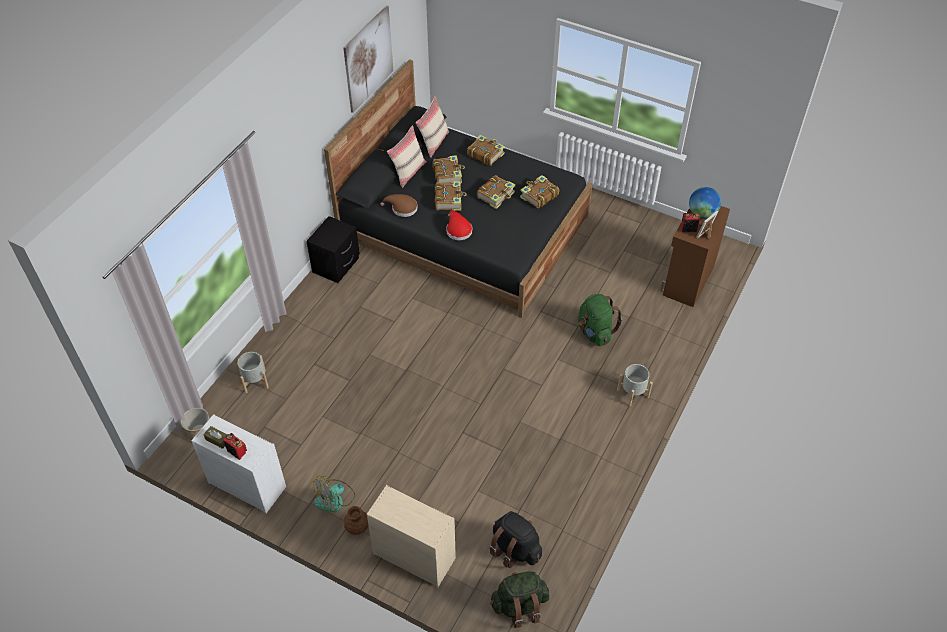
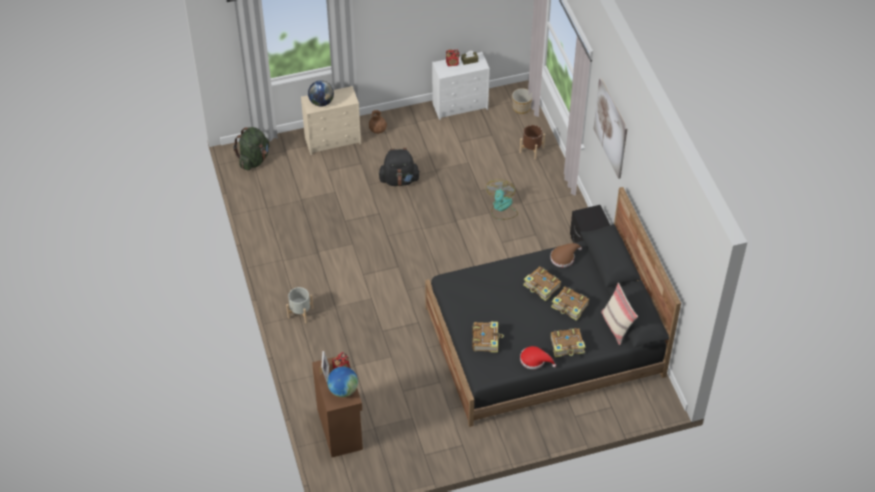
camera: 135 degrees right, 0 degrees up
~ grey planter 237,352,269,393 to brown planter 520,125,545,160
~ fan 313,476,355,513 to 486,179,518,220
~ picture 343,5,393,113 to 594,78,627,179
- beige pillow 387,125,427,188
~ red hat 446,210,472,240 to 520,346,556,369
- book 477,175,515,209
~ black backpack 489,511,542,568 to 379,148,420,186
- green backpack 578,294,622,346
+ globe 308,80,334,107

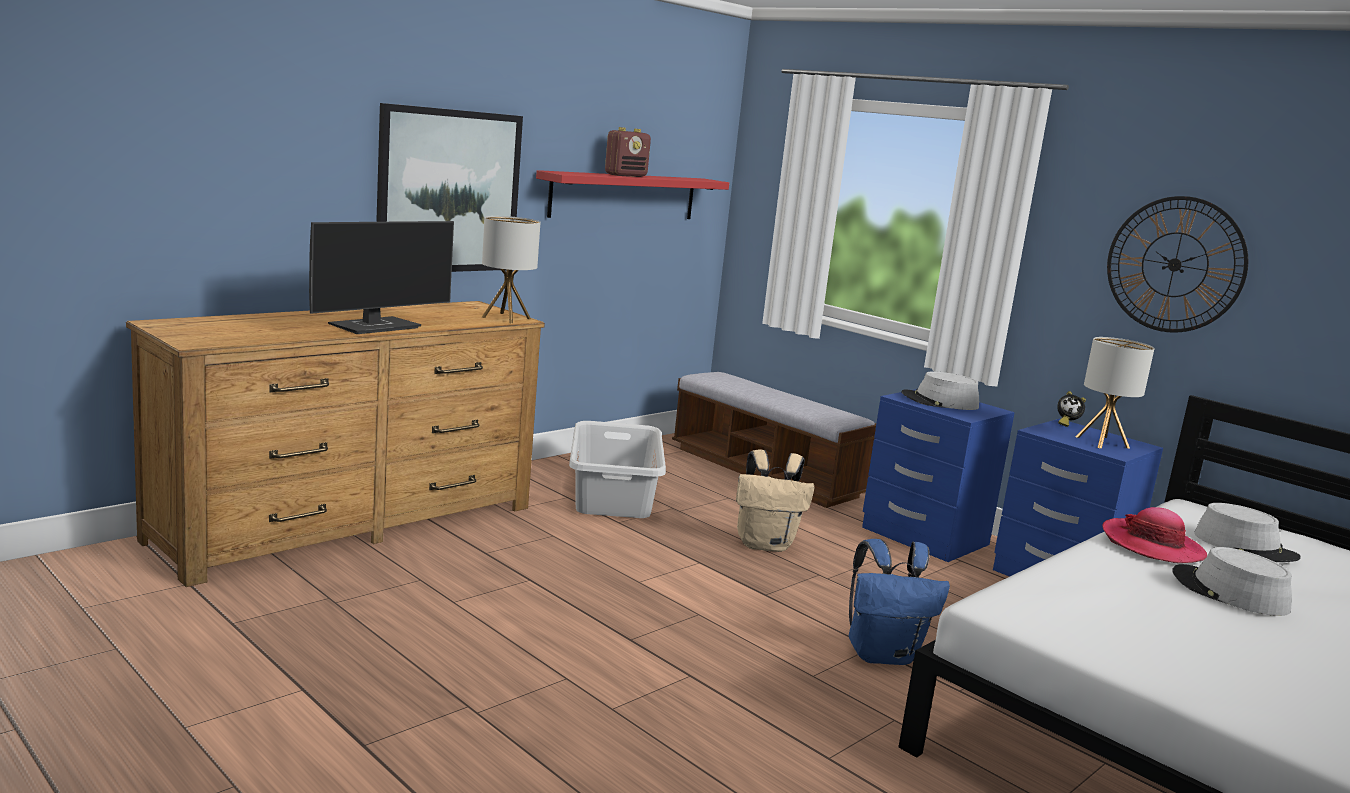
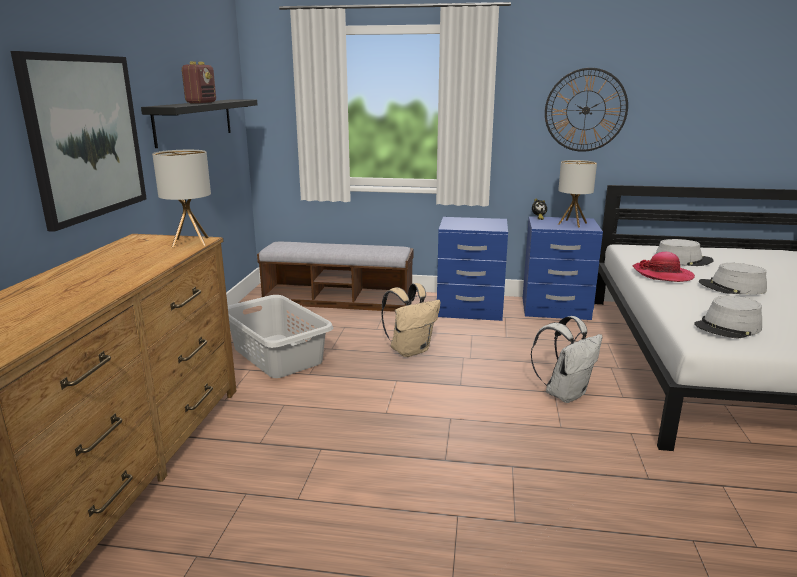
camera: 35 degrees left, 5 degrees up
- monitor 309,221,454,334
~ red shelf 536,170,729,219 to black shelf 141,99,257,148
~ blue backpack 849,539,950,665 to white backpack 531,316,603,403
~ grey hat 901,371,979,410 to 694,296,762,339

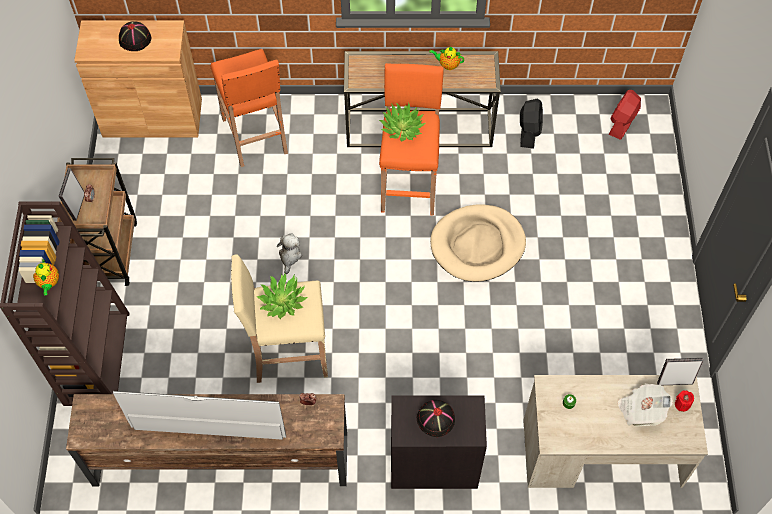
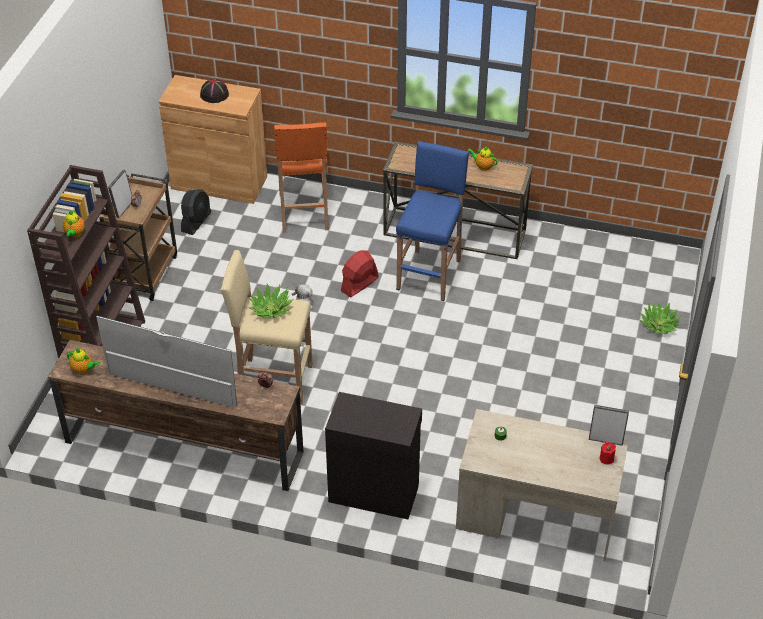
camera: 15 degrees right, 15 degrees down
~ orange stool 379,63,444,216 to blue stool 396,141,469,301
~ potted plant 379,103,426,142 to 640,302,681,334
- black hat 417,400,455,437
- beige dog bed 430,204,526,282
~ black fan 520,99,543,149 to 181,189,211,235
~ red fan 608,90,641,140 to 341,250,379,297
- newspaper 618,384,673,426
+ teapot 67,349,101,374

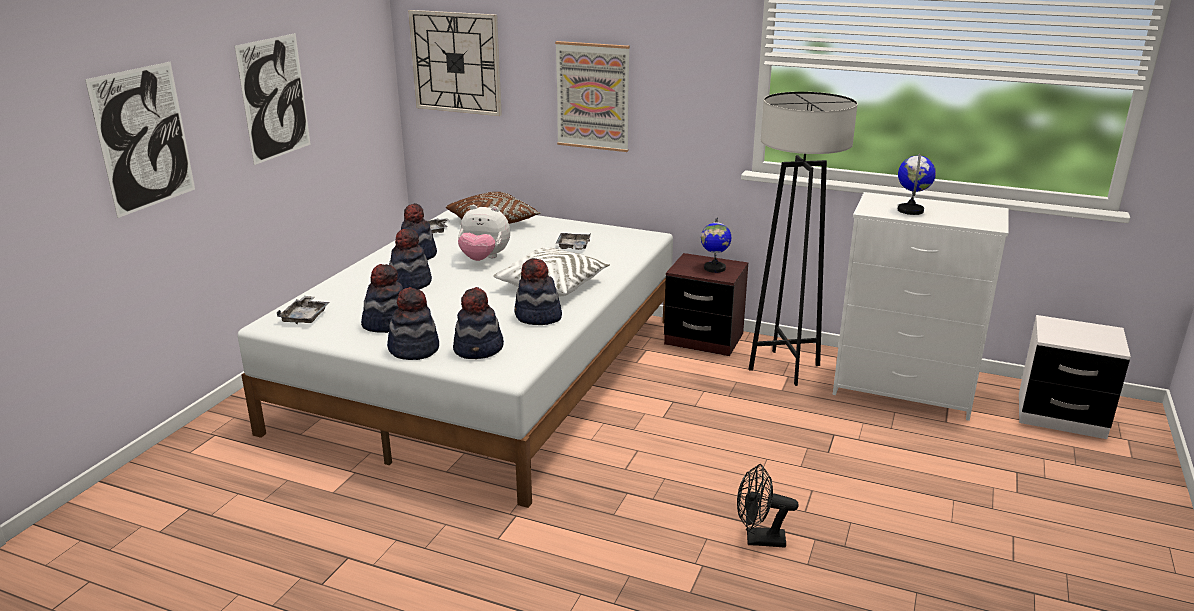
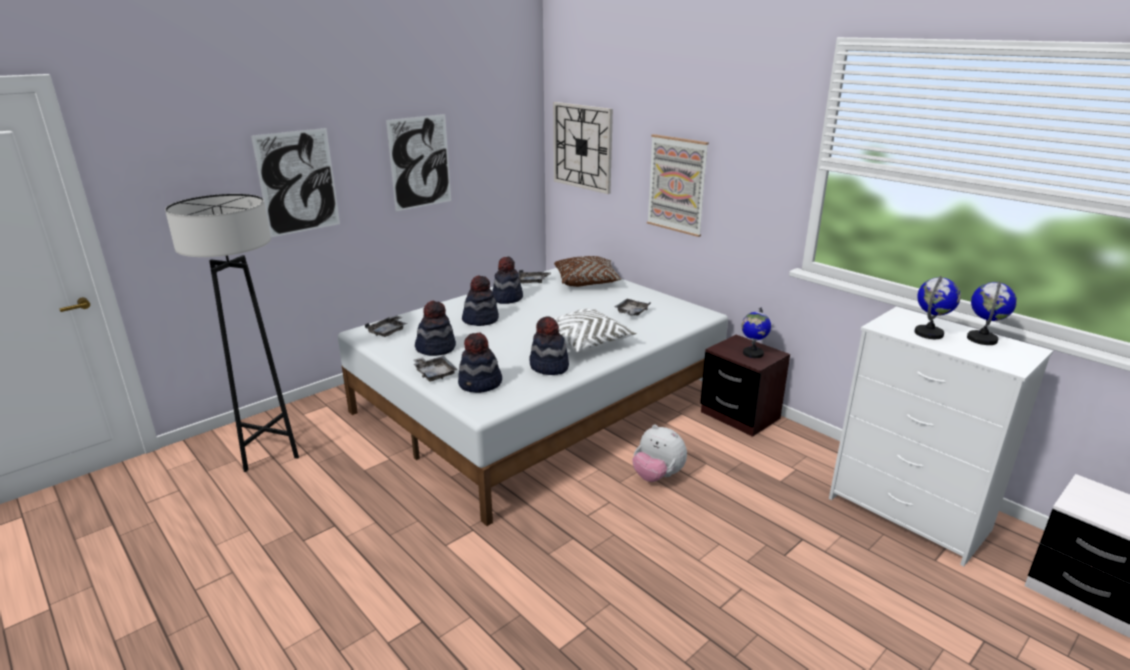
camera: 25 degrees right, 0 degrees up
~ hat 387,287,439,360 to grey tray 413,356,457,382
~ plush toy 458,205,510,261 to 632,425,687,482
- black fan 737,464,799,548
~ grey floor lamp 748,92,858,386 to 165,194,299,472
+ globe 967,281,1017,345

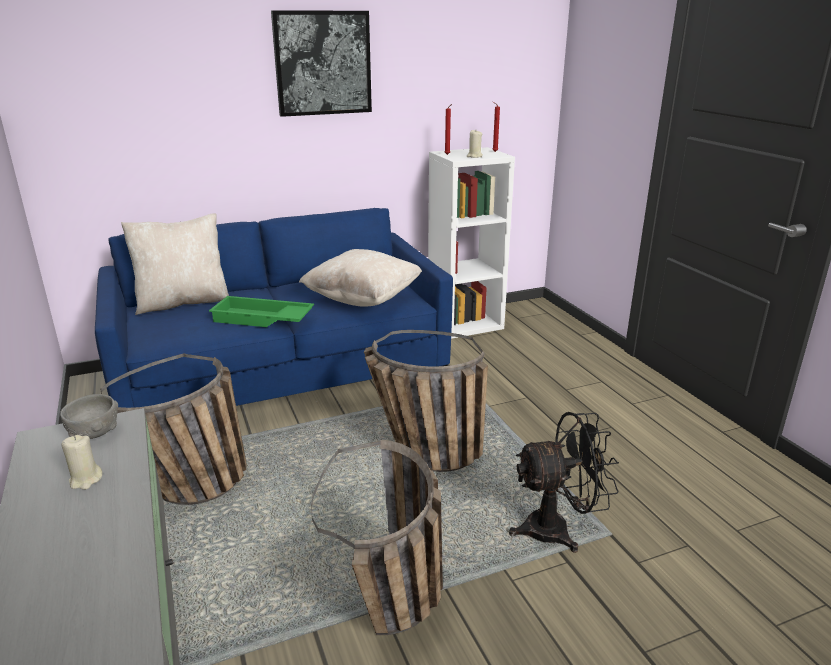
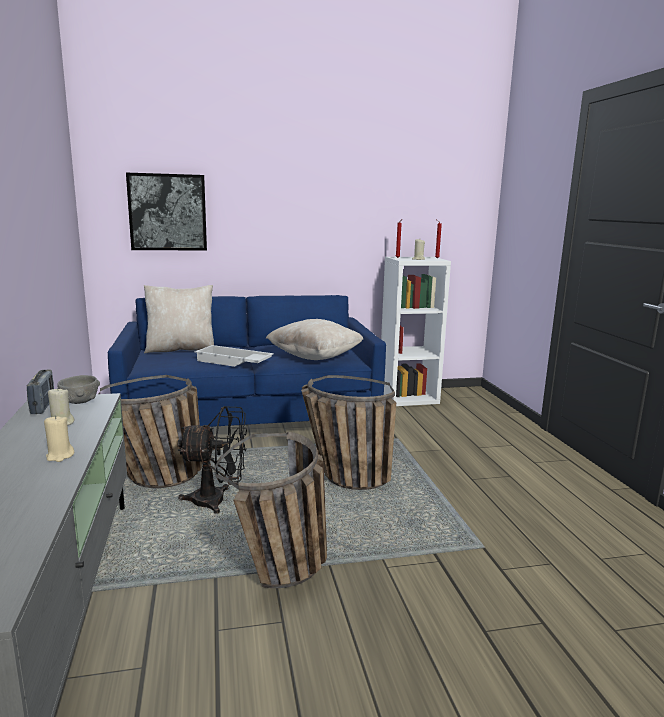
camera: 10 degrees right, 10 degrees down
~ green tray 209,296,314,327 to white tray 195,345,274,367
~ picture 271,10,372,117 to 126,173,207,251
~ black fan 509,412,619,553 to 177,406,247,514
+ radio 27,370,54,414
+ beige candle 44,415,75,462

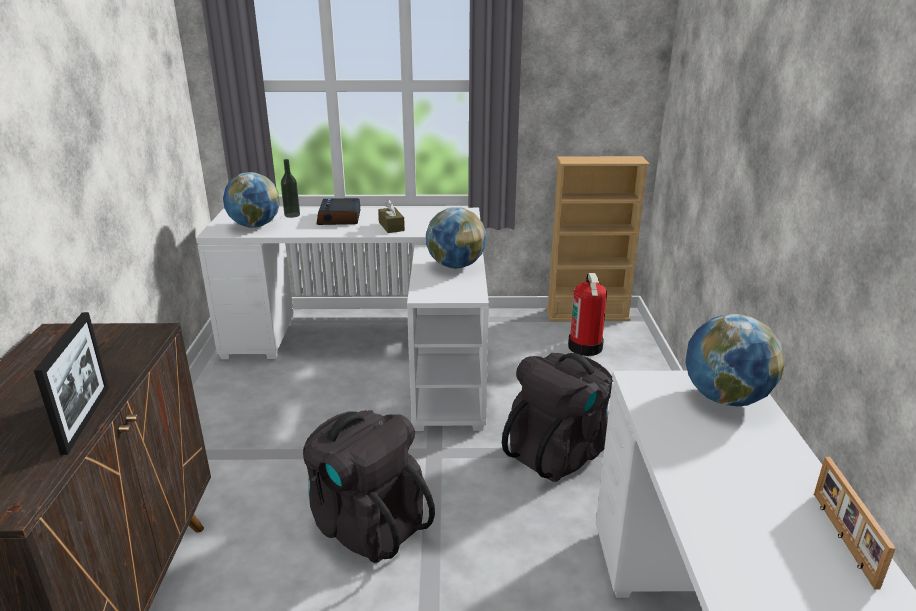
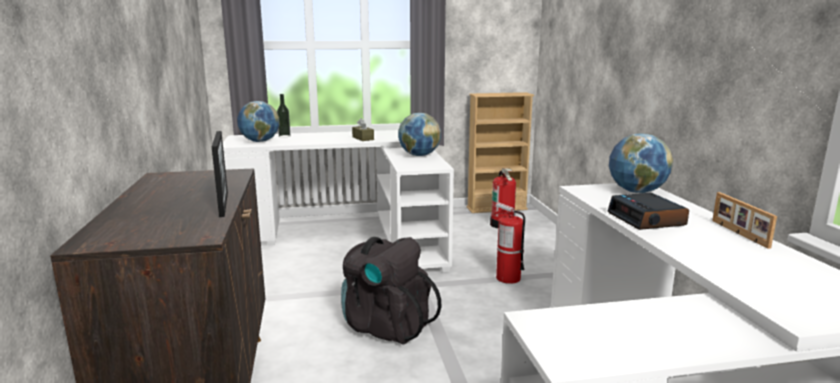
camera: 10 degrees left, 10 degrees down
~ alarm clock 317,198,360,225 to 608,193,689,230
~ black backpack 502,353,613,482 to fire extinguisher 494,202,525,284

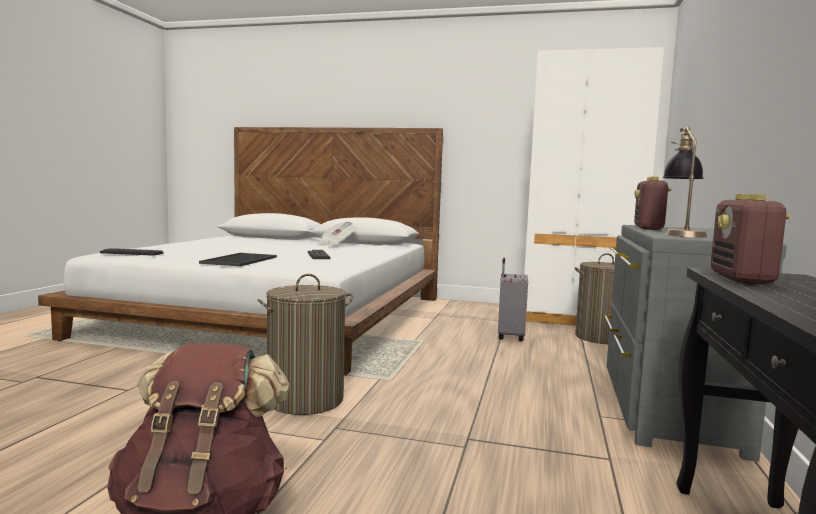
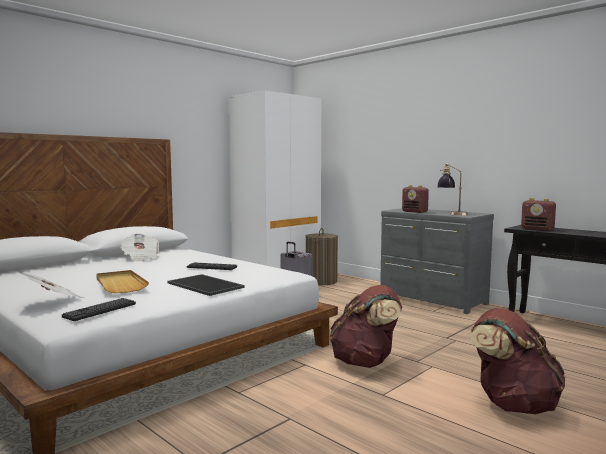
camera: 60 degrees left, 0 degrees up
~ laundry basket 257,274,353,415 to brown backpack 330,285,402,368
+ newspaper 17,272,84,298
+ beige tray 96,270,149,293

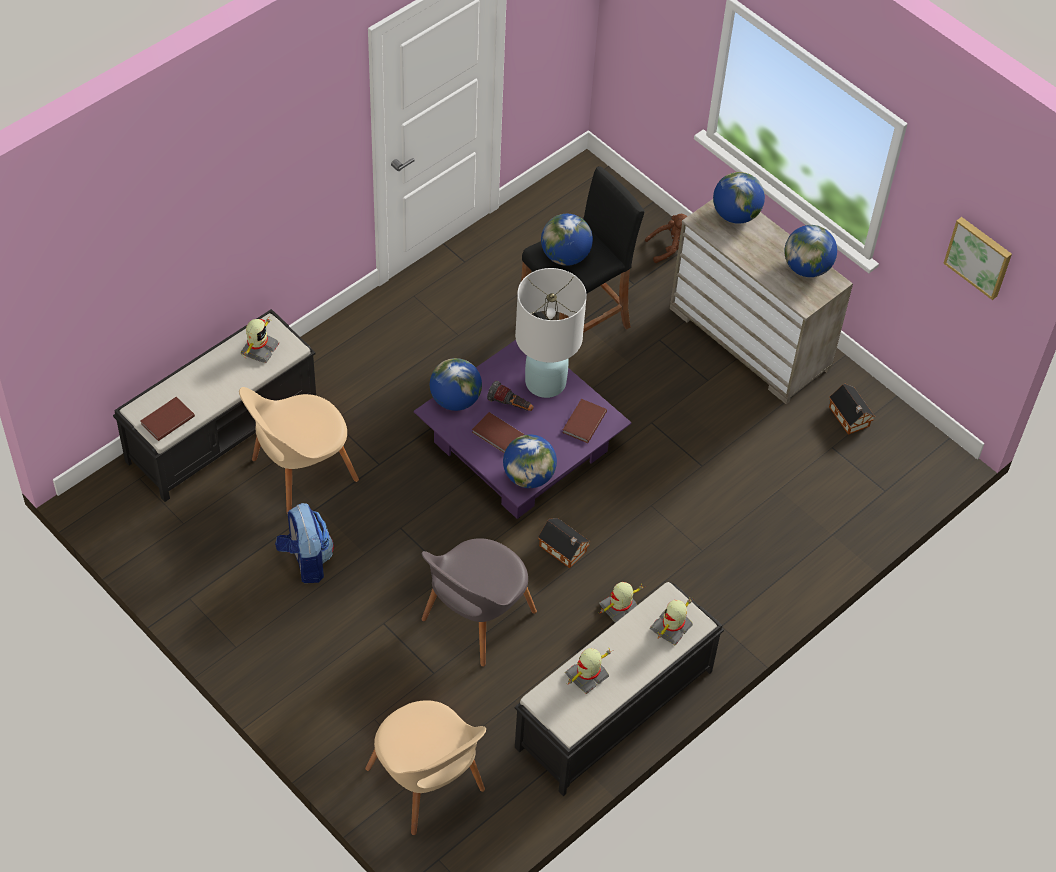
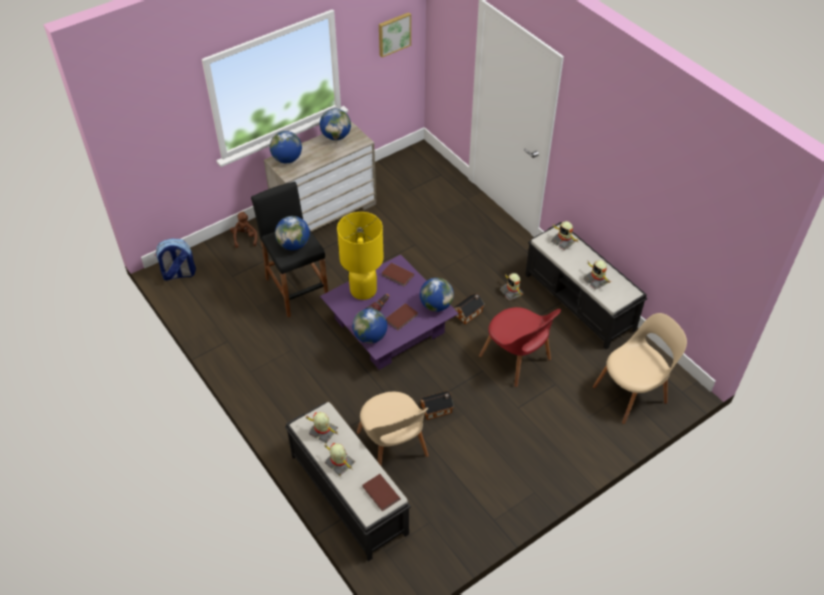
camera: 80 degrees left, 5 degrees down
~ backpack 275,503,334,583 to 155,239,196,280
~ grey chair 421,538,537,667 to red chair 479,307,561,387
~ white table lamp 515,268,587,398 to yellow table lamp 337,212,384,300
~ toy house 829,384,875,435 to 420,391,454,420
+ toy robot 323,443,355,476

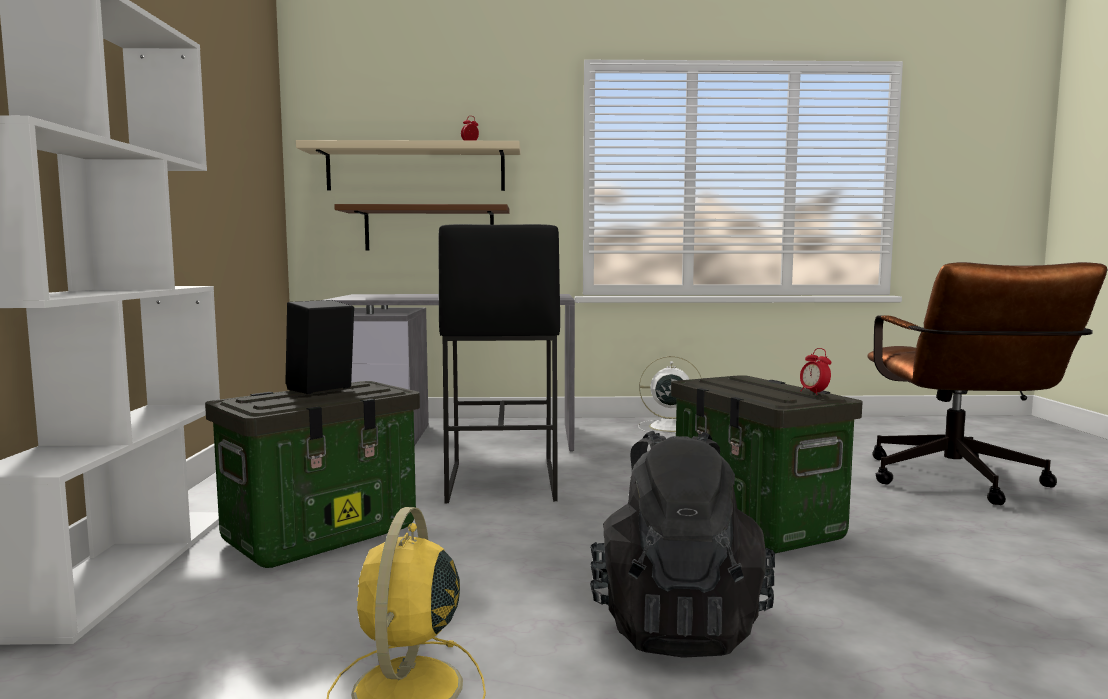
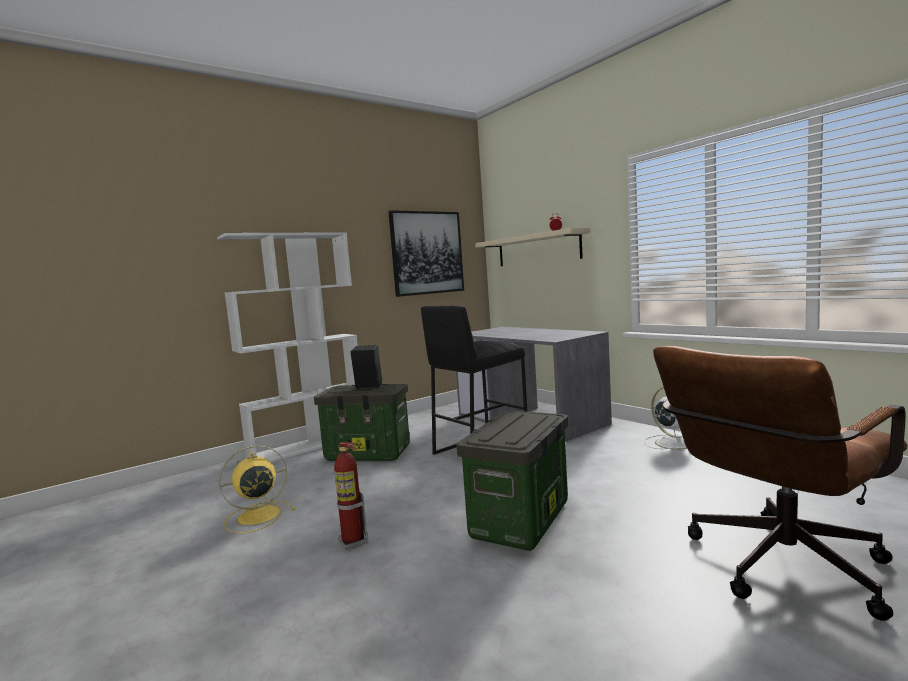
camera: 55 degrees right, 0 degrees up
- brown shelf 334,204,509,250
~ black backpack 590,431,775,658 to fire extinguisher 334,442,368,550
- alarm clock 800,348,831,395
+ picture 388,210,464,297

